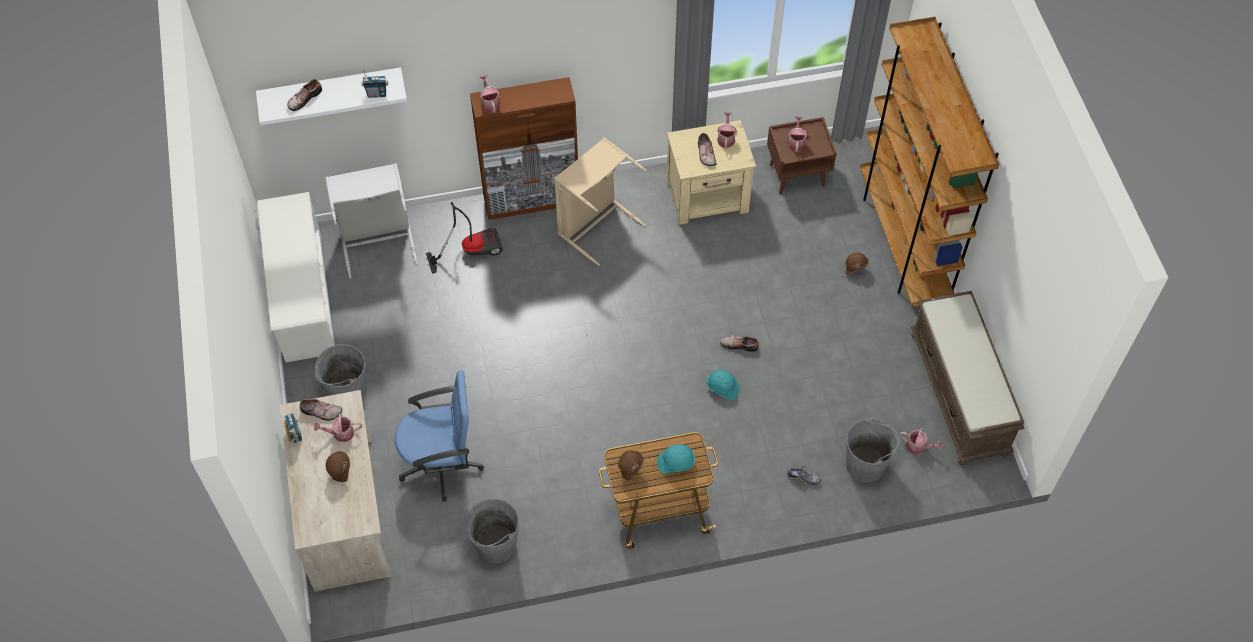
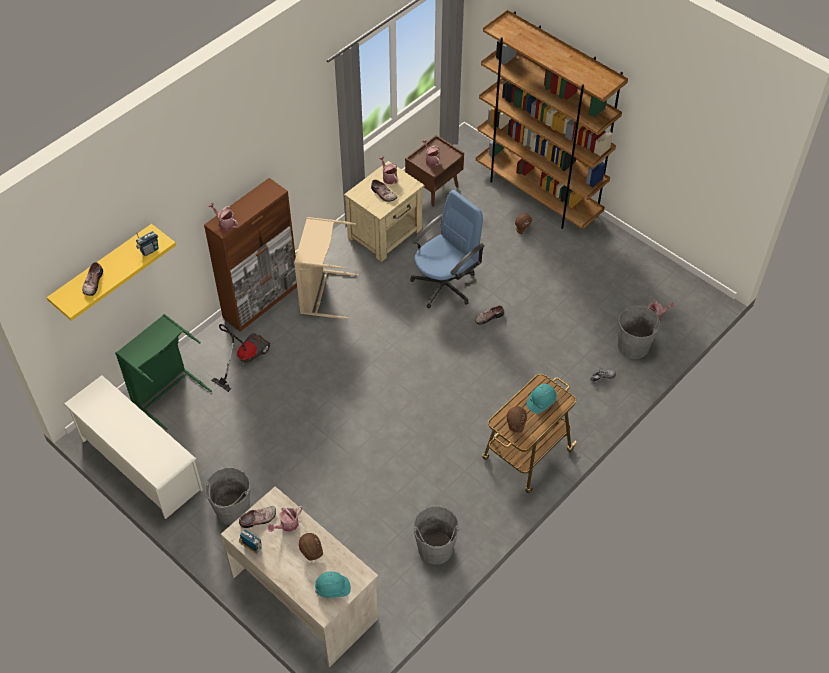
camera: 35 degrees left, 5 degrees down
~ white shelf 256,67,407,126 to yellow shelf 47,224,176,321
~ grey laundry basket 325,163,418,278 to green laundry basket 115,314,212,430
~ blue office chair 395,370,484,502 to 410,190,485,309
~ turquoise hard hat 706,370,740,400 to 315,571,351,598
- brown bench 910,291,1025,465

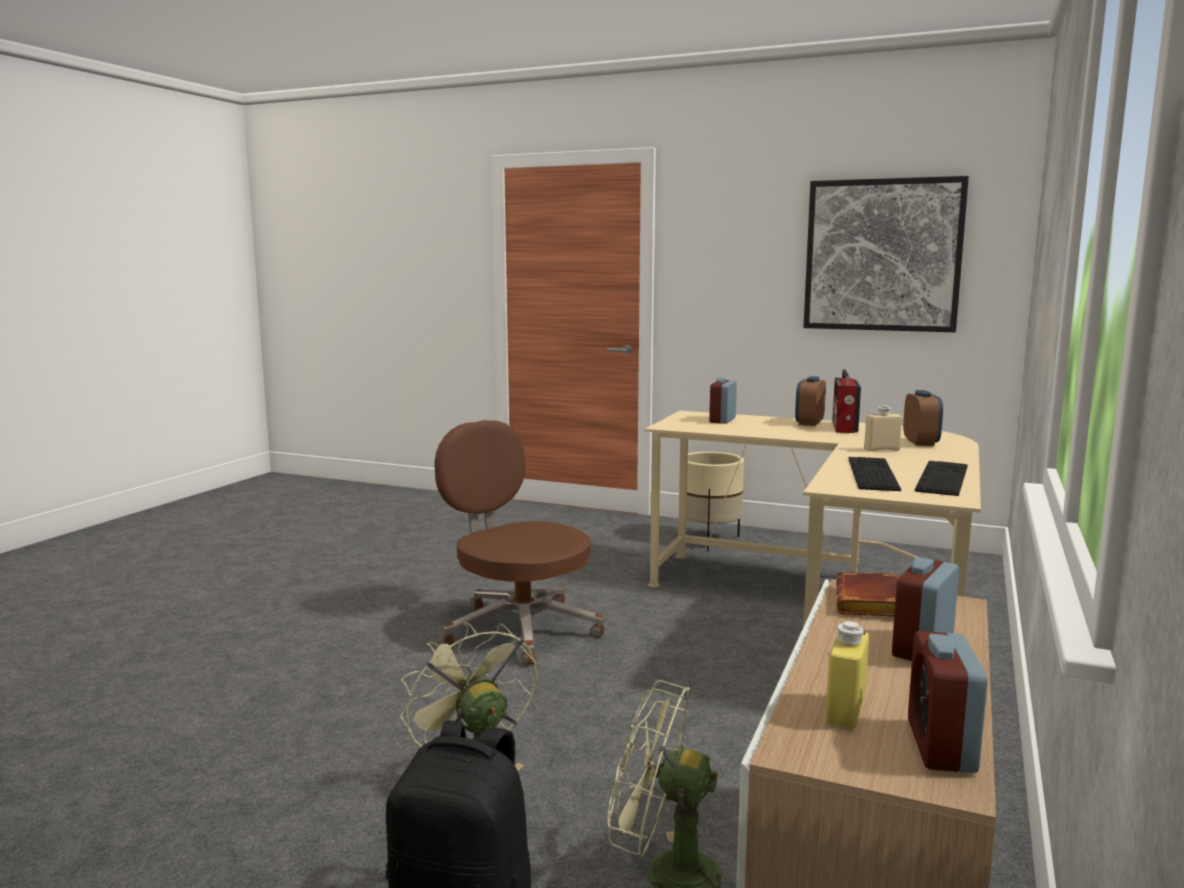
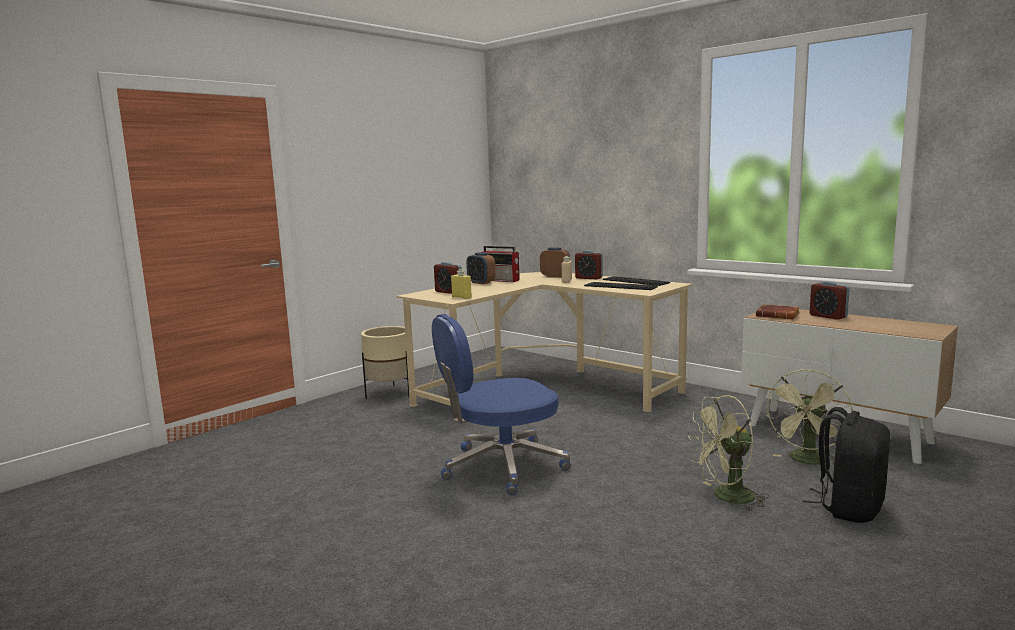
camera: 70 degrees left, 0 degrees up
~ brown office chair 434,420,605,666 to blue office chair 432,314,571,495
- picture 803,176,969,332
~ yellow bottle 825,621,869,729 to 451,269,472,299
~ alarm clock 908,631,988,773 to 575,250,603,279

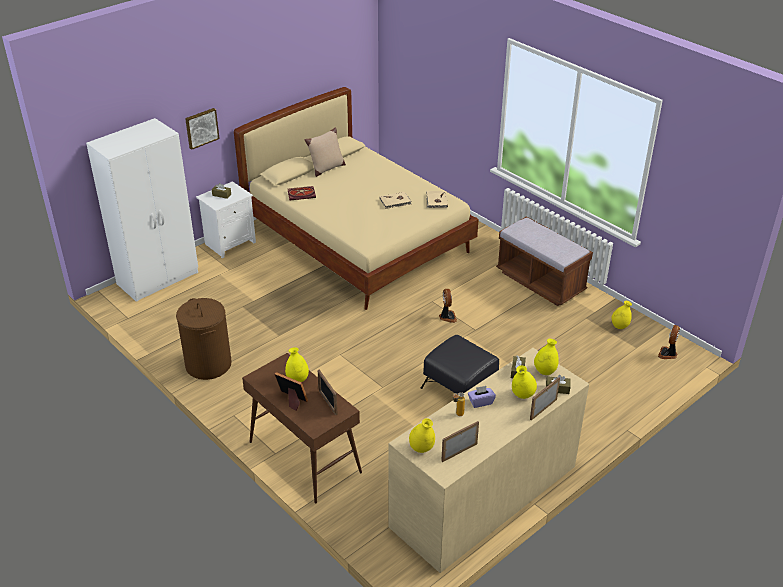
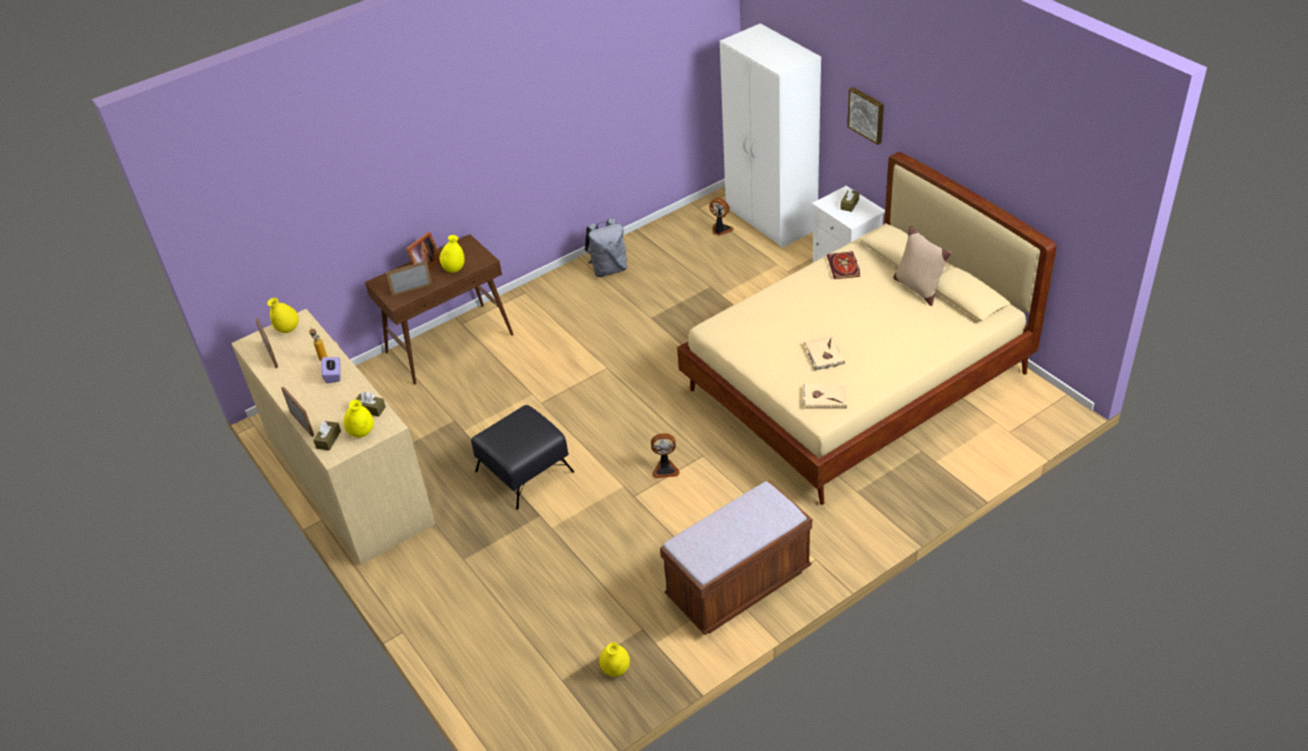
camera: 100 degrees right, 5 degrees up
~ brown laundry basket 176,298,232,380 to grey backpack 585,218,627,277
- yellow vase 512,365,537,399
~ fan 658,325,680,359 to 709,198,734,236

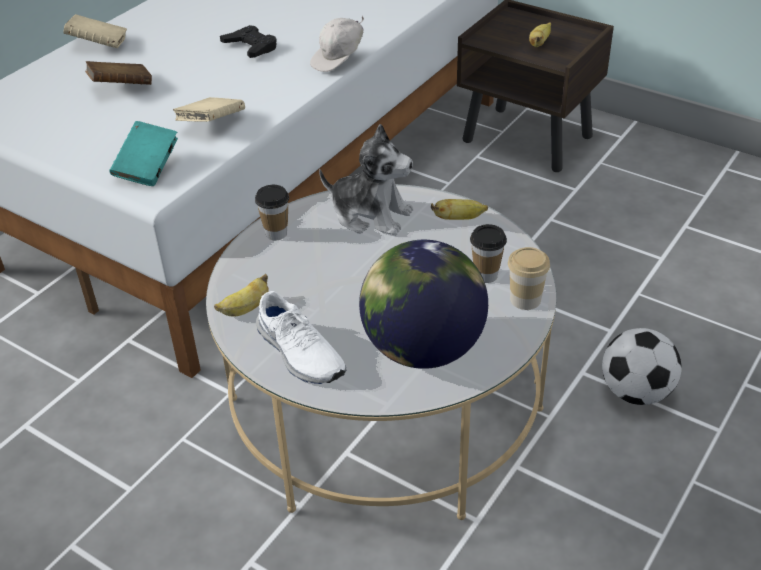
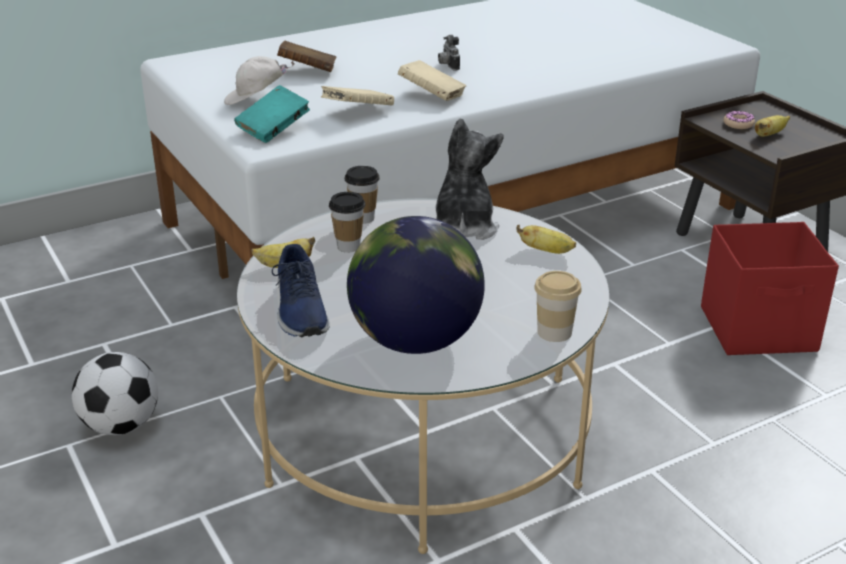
camera: 25 degrees right, 10 degrees down
~ beige book 63,14,127,48 to 398,60,466,101
~ black game controller 220,25,277,58 to photo camera 438,35,460,71
~ white shoe 256,291,347,384 to blue shoe 272,244,330,337
~ white cap 310,15,364,72 to 224,56,295,105
~ plush toy 319,124,413,236 = 435,118,504,240 135 degrees counterclockwise
~ cup 470,224,507,283 to 329,192,366,252
~ football 602,328,682,405 to 72,352,158,435
+ red storage box 701,222,839,355
+ donut 724,111,755,129

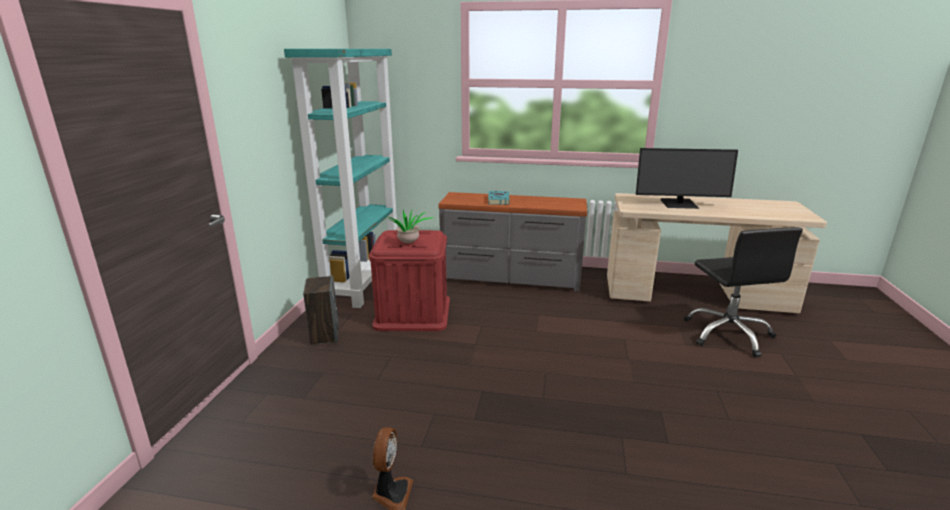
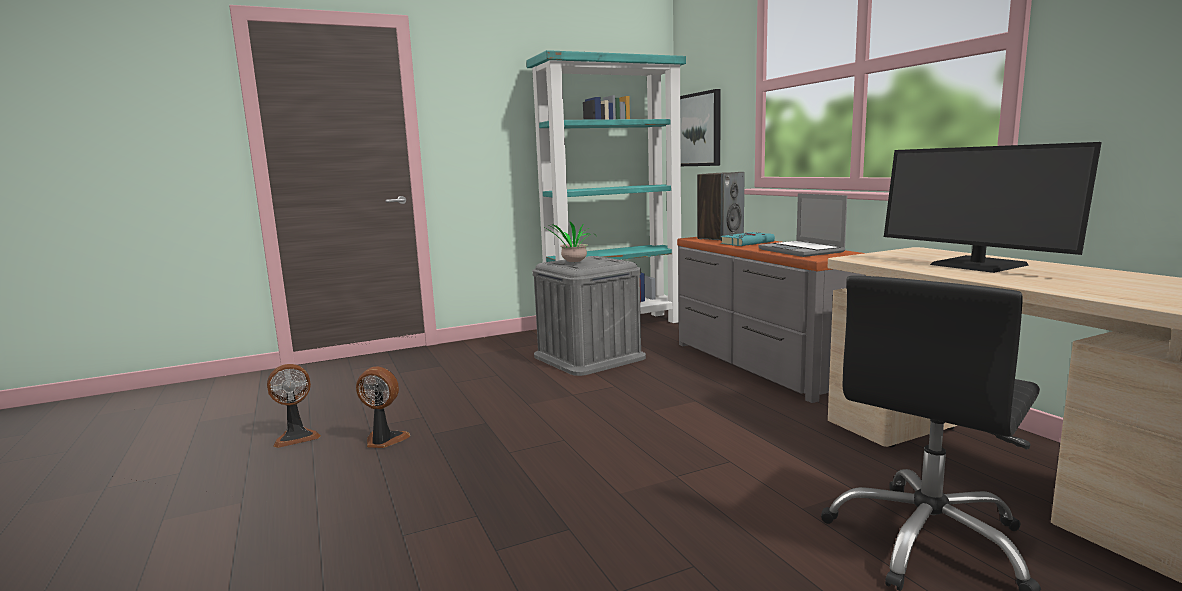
camera: 55 degrees right, 10 degrees down
~ speaker 303,276,339,345 to 697,172,745,241
~ red storage box 369,230,450,331 to grey storage box 532,256,646,376
+ fan 356,366,410,448
+ picture 680,89,721,166
+ laptop 759,193,847,257

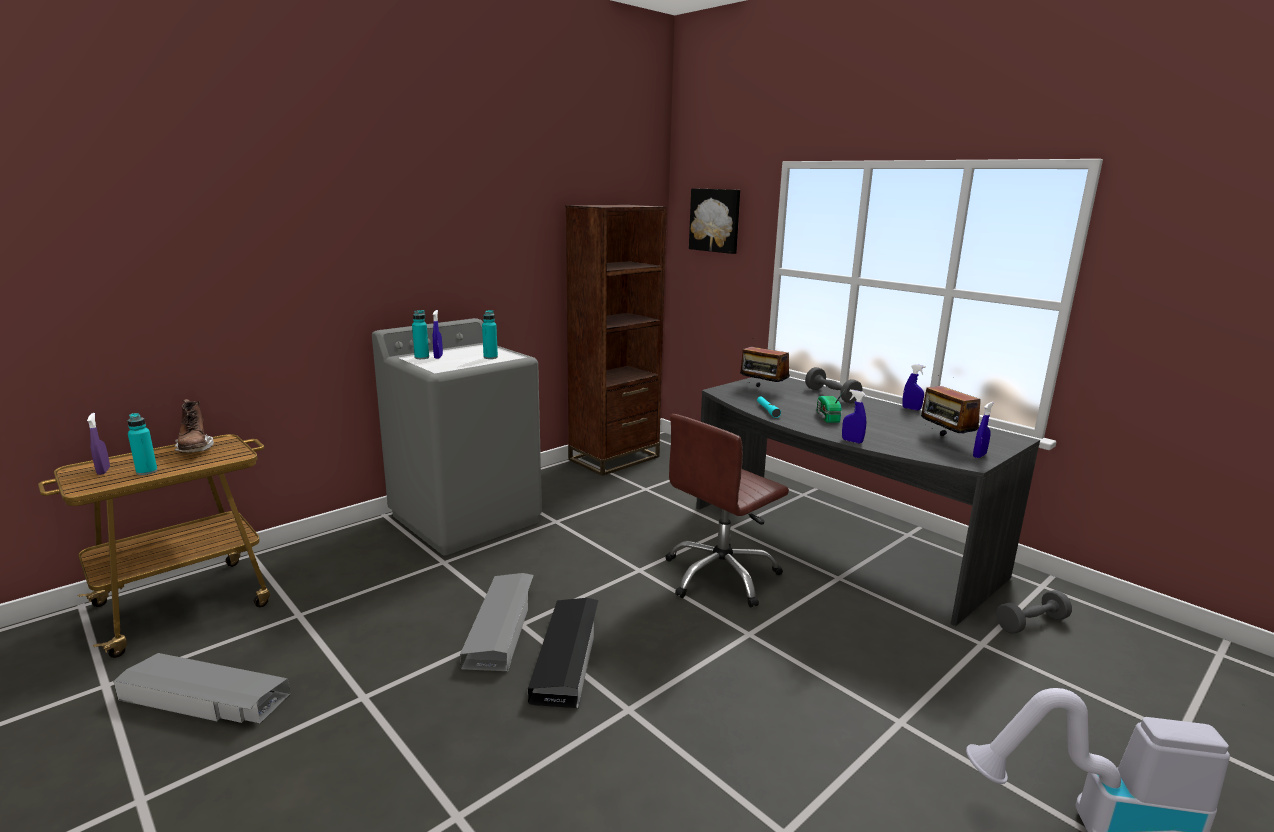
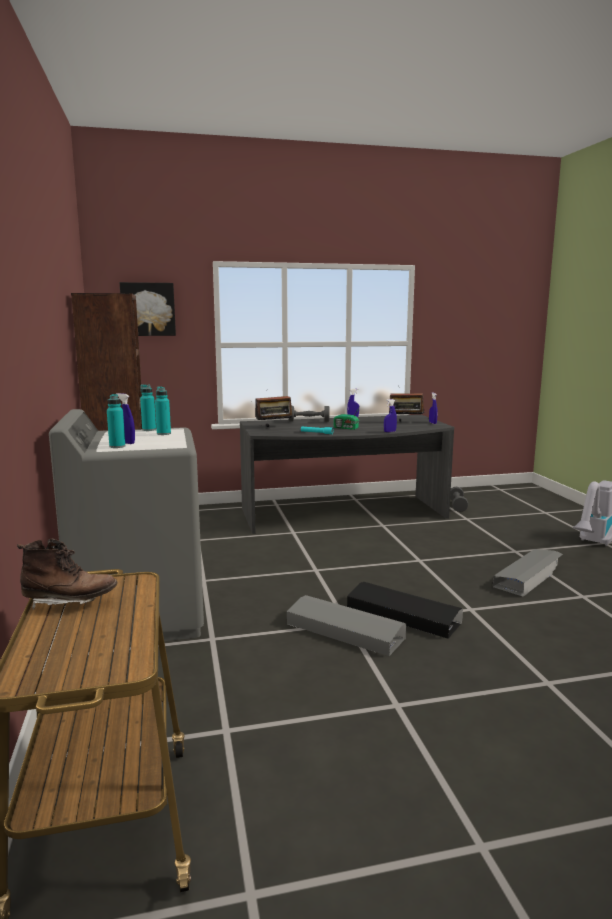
camera: 60 degrees left, 5 degrees down
- purple spray bottle 87,413,110,475
~ grey storage box 113,653,290,723 to 493,549,563,597
~ turquoise bottle 128,413,158,475 to 140,384,156,431
- brown office chair 665,414,789,607

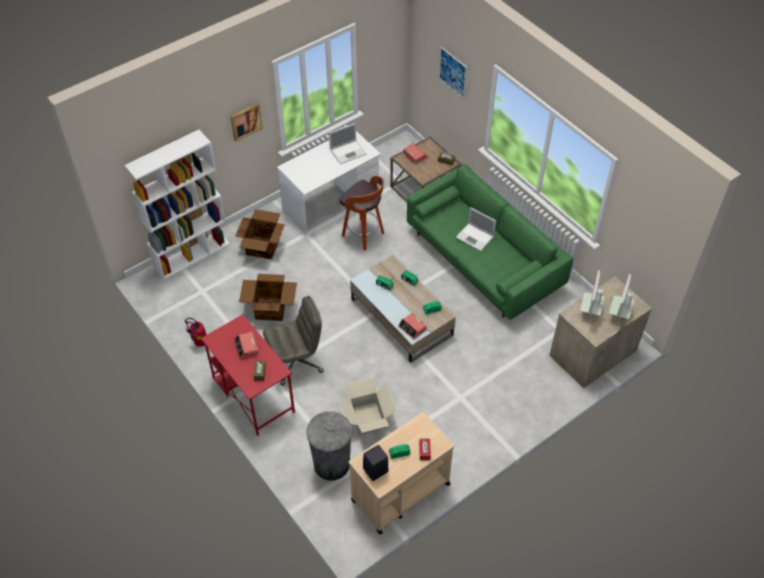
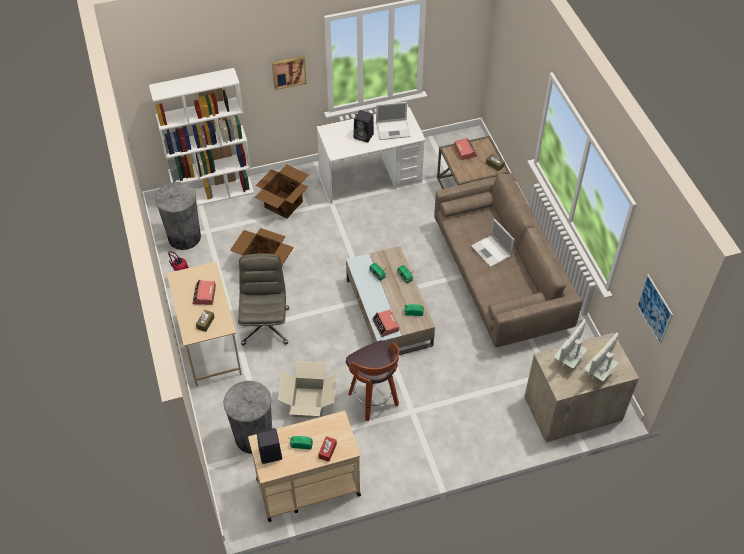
camera: 20 degrees right, 0 degrees up
~ red desk 201,314,295,436 to beige desk 167,262,242,387
~ grey office chair 263,296,324,385 = 238,254,289,345 90 degrees counterclockwise
~ stool 339,176,384,250 to 346,340,399,421
~ green sofa 407,164,573,320 to beige sofa 434,173,582,348
~ picture 439,47,467,99 to 637,274,673,345
+ grey trash can 155,182,201,250
+ black speaker 353,110,374,143

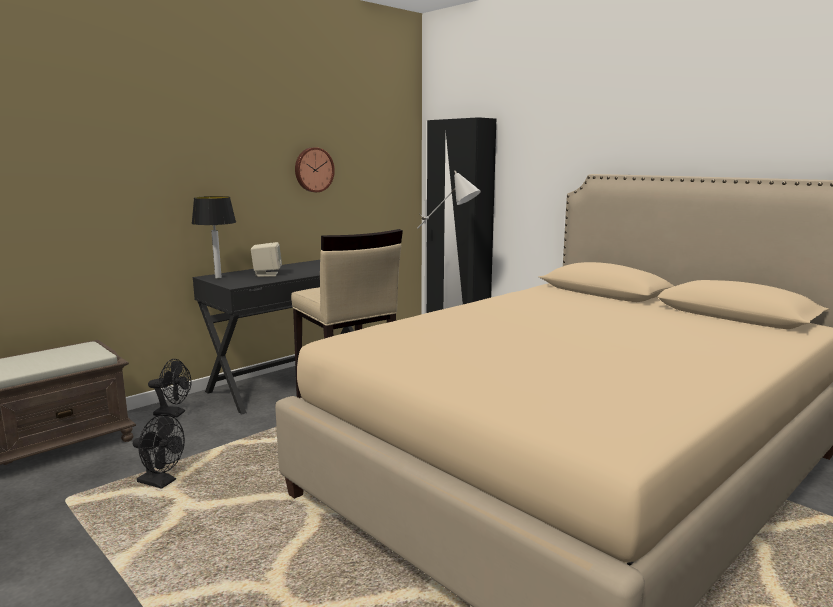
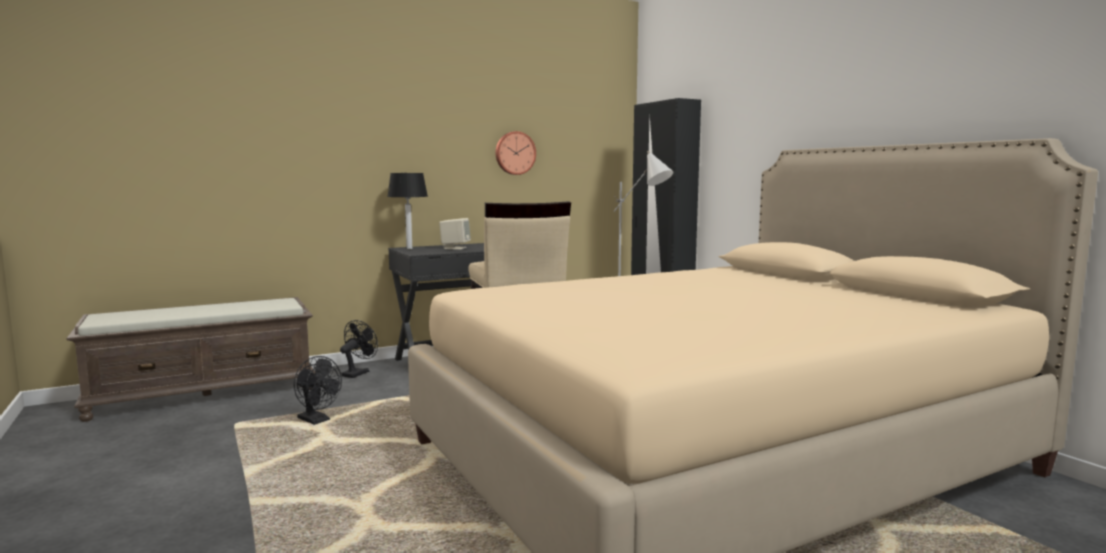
camera: 15 degrees right, 5 degrees down
~ black fan 148,359,191,417 = 340,320,378,378 90 degrees counterclockwise

